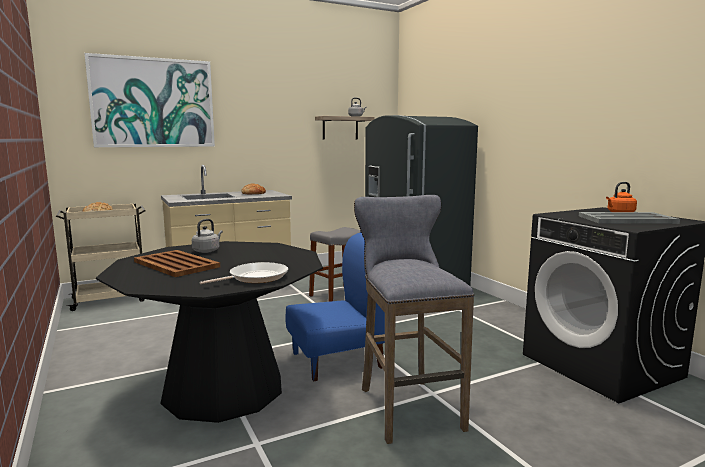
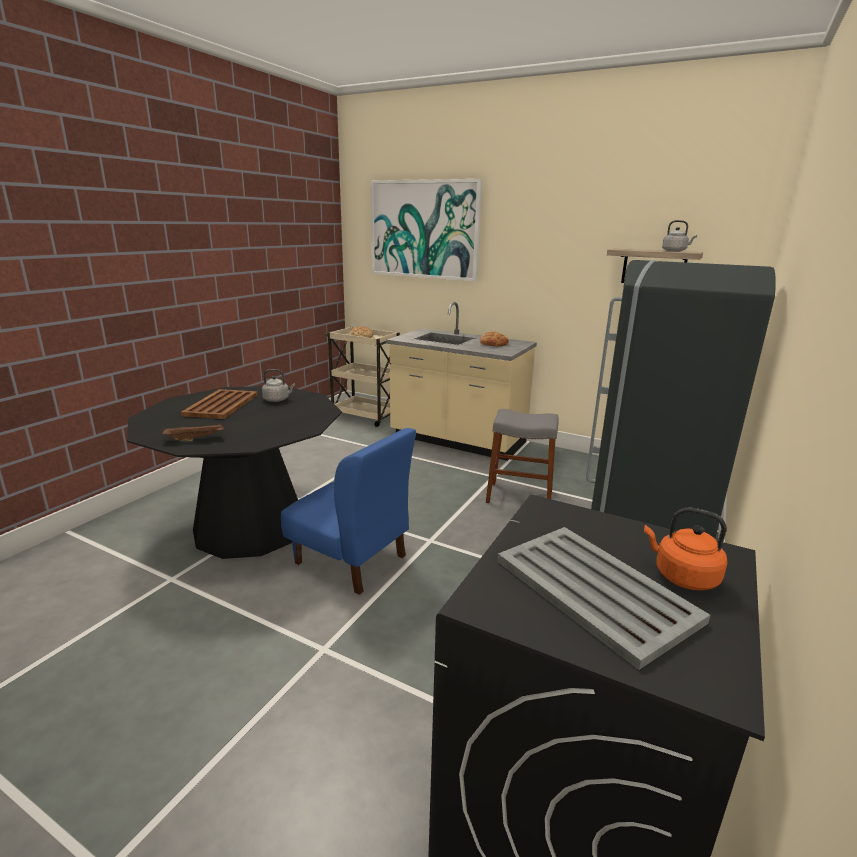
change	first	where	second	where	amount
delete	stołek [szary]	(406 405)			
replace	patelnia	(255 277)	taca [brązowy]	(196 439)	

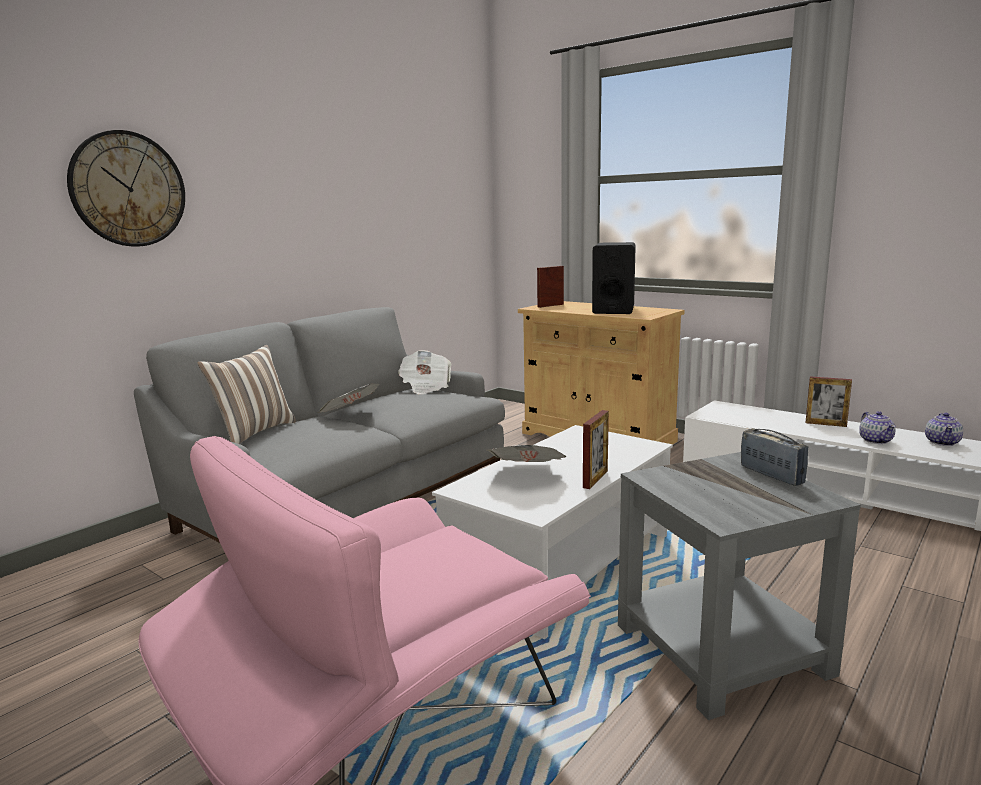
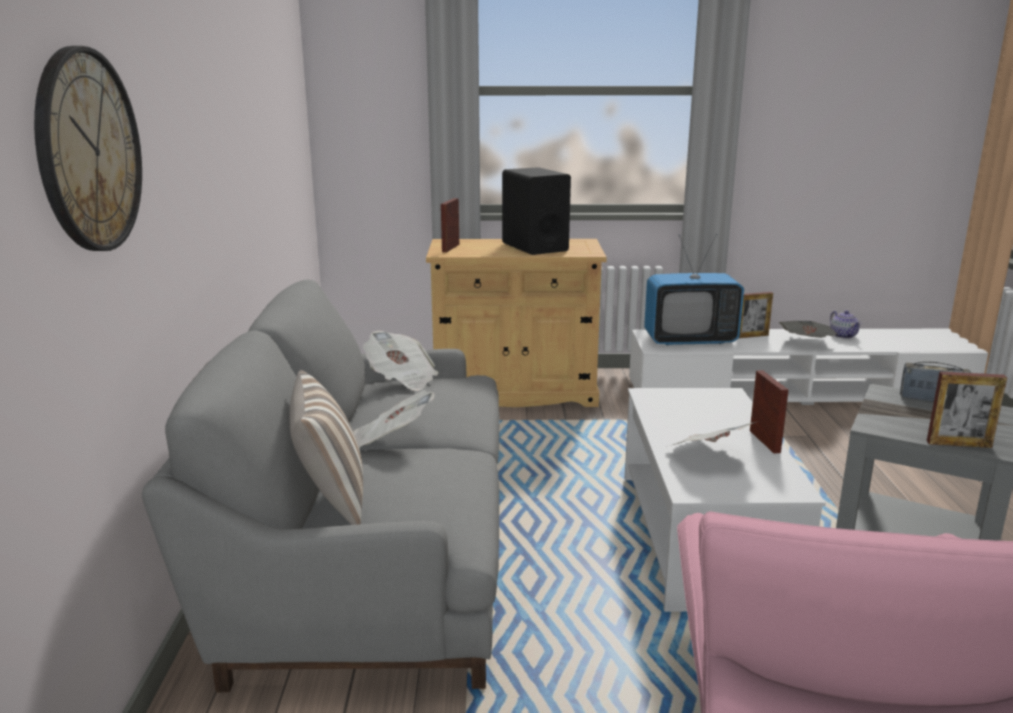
change	first	where	second	where	amount
replace	imbryk	(875 440)	gazeta	(806 344)	
insert			telewizor	(690 340)	
insert			ramka na zdjęcie	(959 444)	

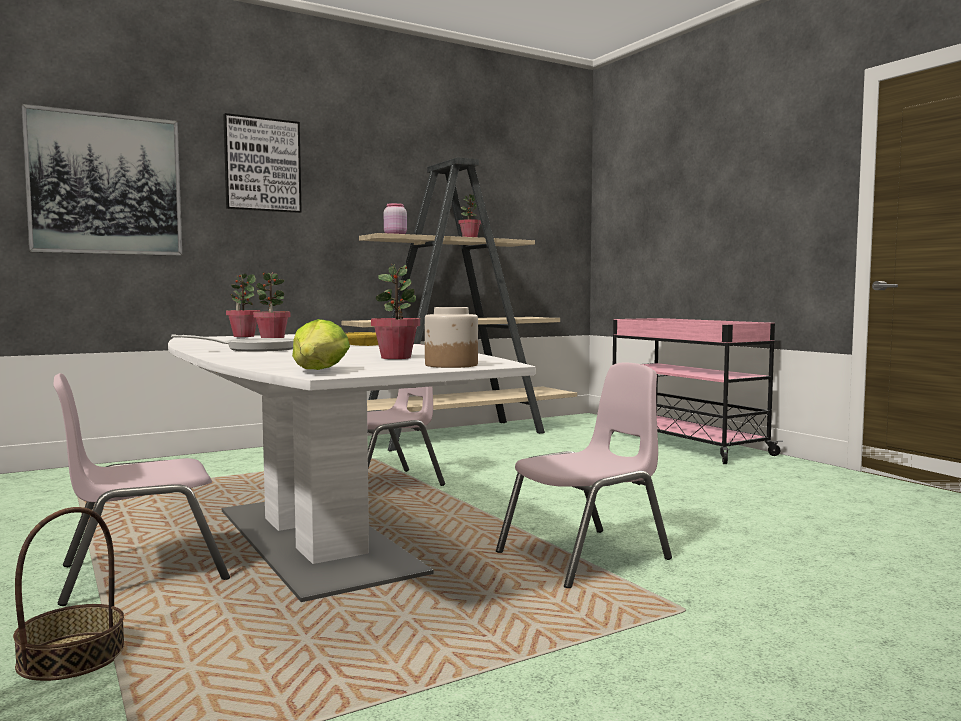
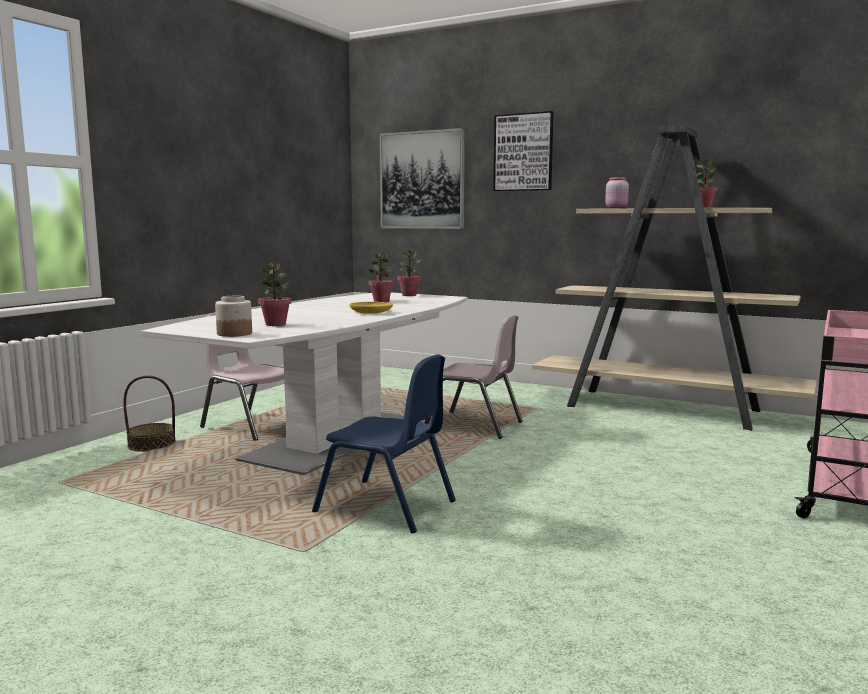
change	first	where	second	where	amount
delete	sałata	(319 371)			
delete	patelnia	(254 349)			
recolor	krzesło [różowy]	(585 557)	krzesło [niebieski]	(386 507)	

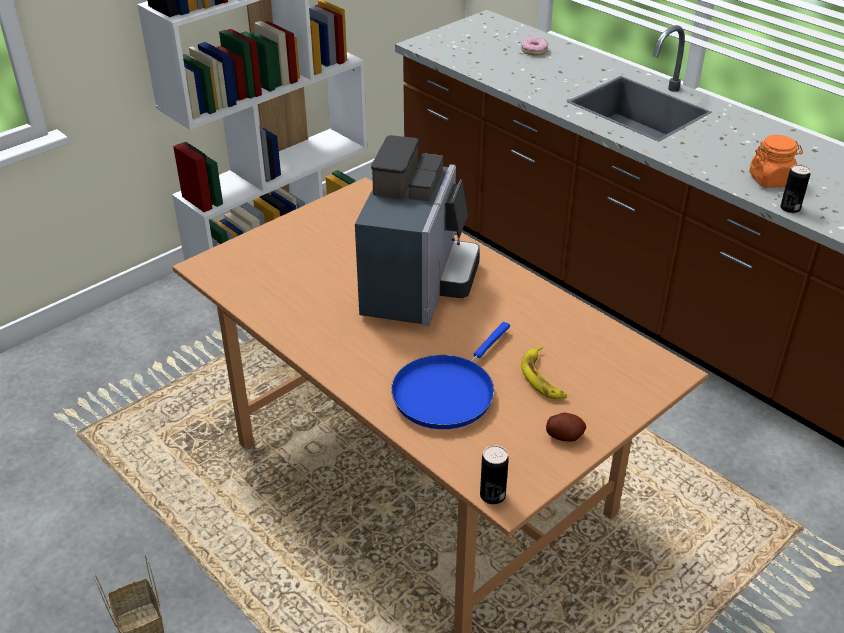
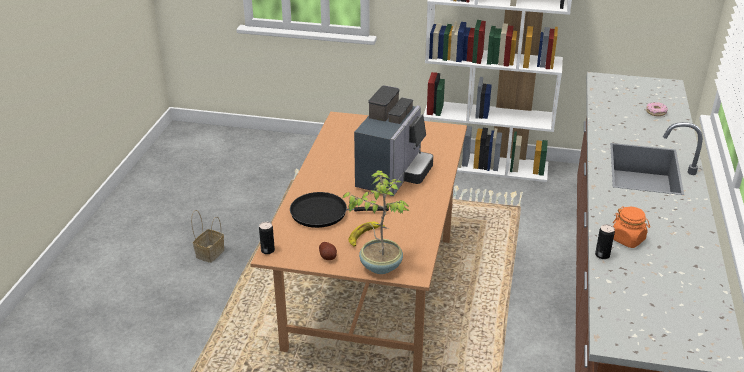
change	first	where	second	where	amount
rotate	ekspres do kawy	(417 286)		(393 175)	45 degrees counterclockwise
recolor	patelnia [niebieski]	(447 392)	patelnia [czarny]	(323 213)	
insert			roślina doniczkowa	(380 265)	

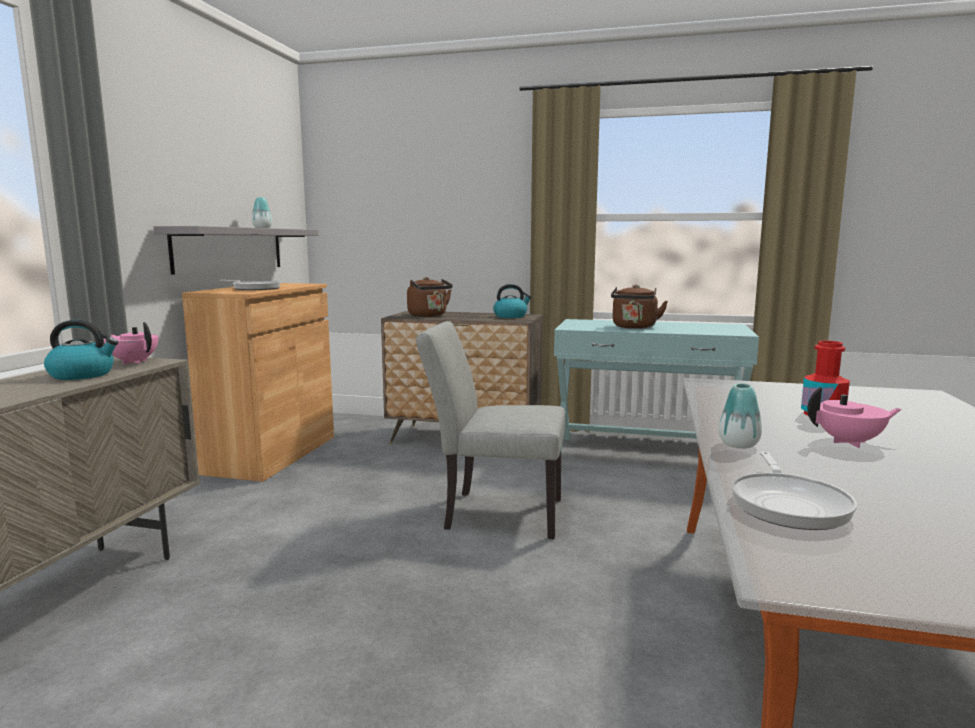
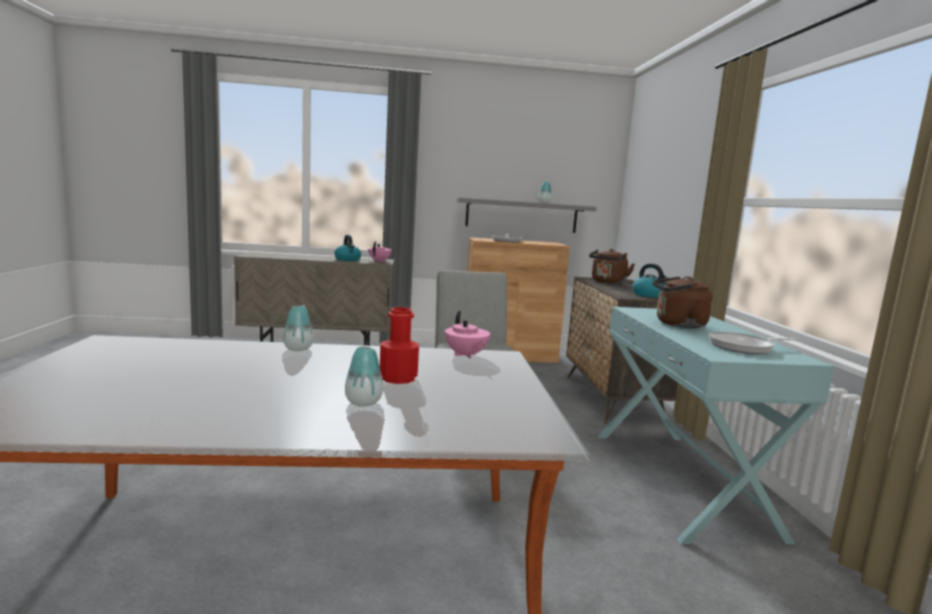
change	first	where	second	where	amount
move	imbryk [różowy]	(850 442)		(465 355)	
move	patelnia	(788 504)		(744 347)	
insert			wazon	(363 402)	

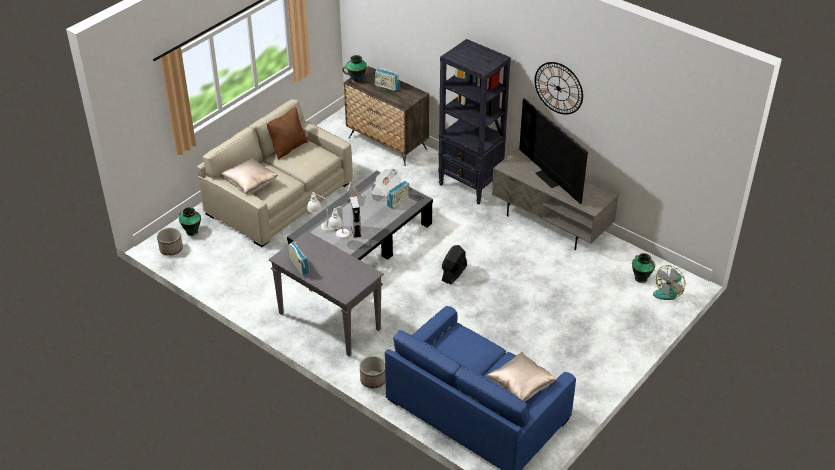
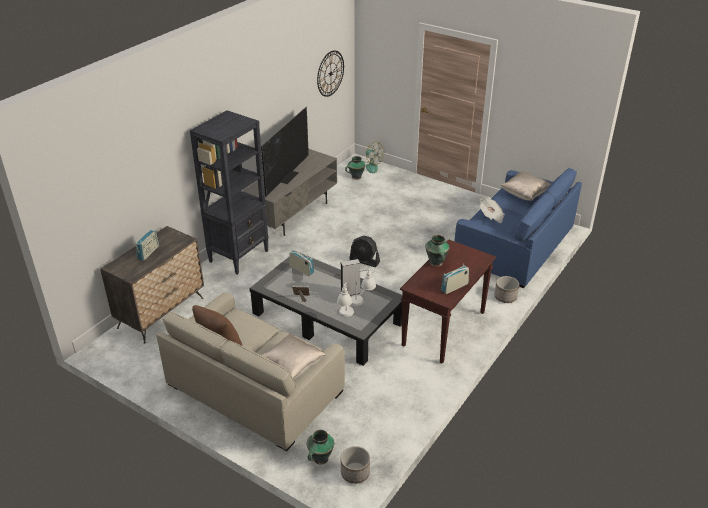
change	first	where	second	where	amount
move	wazon	(356 80)		(436 263)	
move	zegar ścienny	(558 88)		(330 73)	
rotate	telewizor	(549 177)		(287 176)	150 degrees clockwise
move	gazeta	(385 189)		(491 216)	
recolor	stolik konsolowy [szary]	(328 321)	stolik konsolowy [brązowy]	(444 329)	

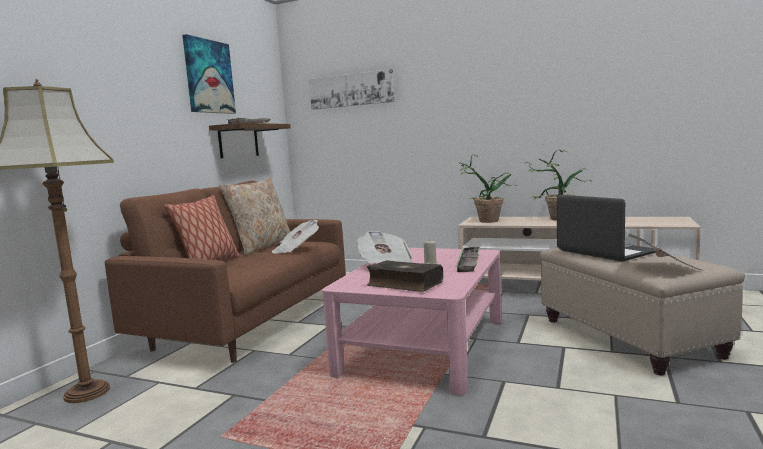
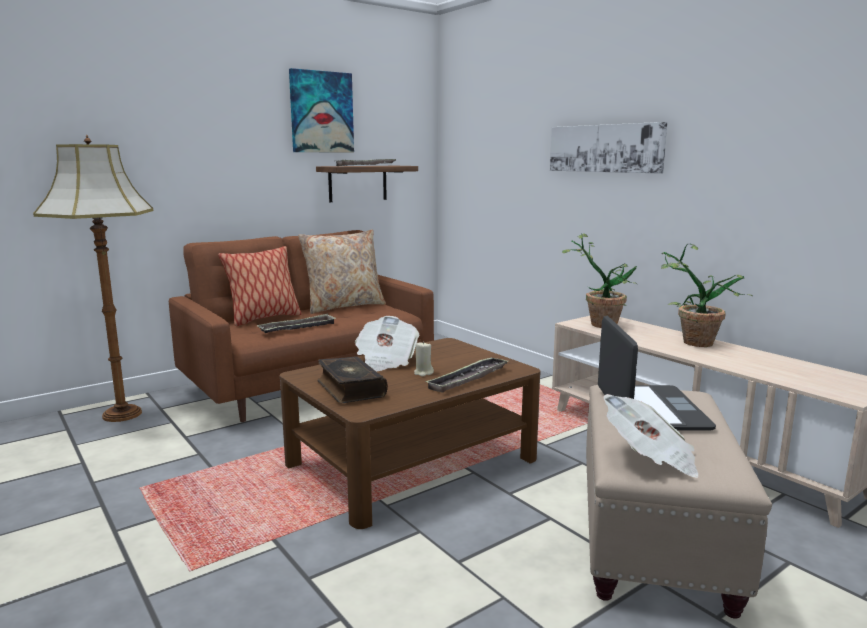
change	first	where	second	where	amount
move	obraz	(351 90)		(605 148)	
delete	gazeta	(296 250)			
recolor	ława [różowy]	(424 345)	ława [brązowy]	(412 461)	
insert			taca	(298 328)	

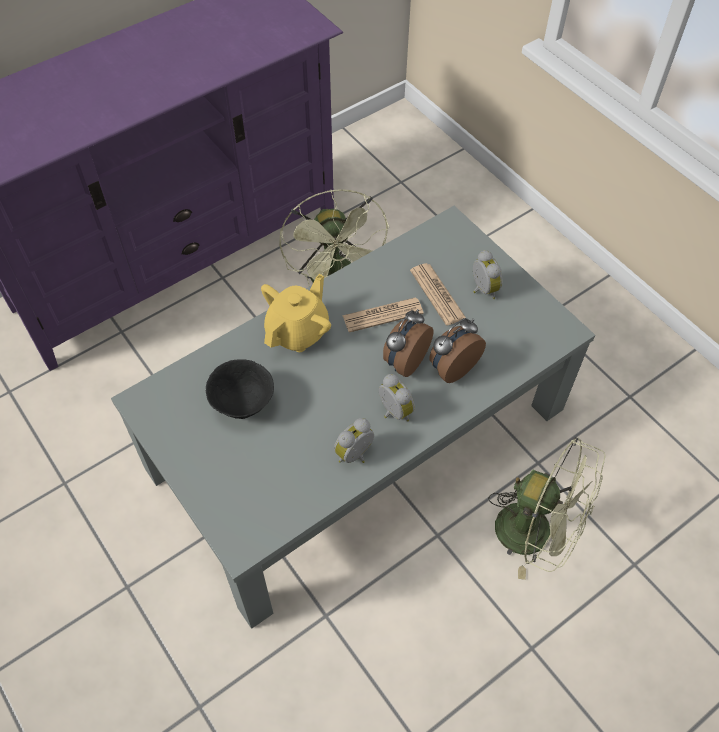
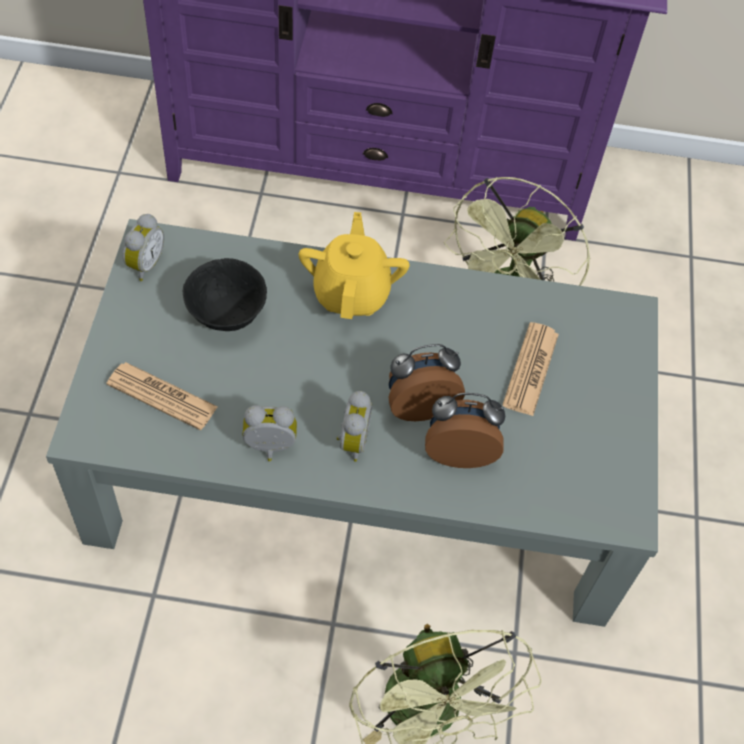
change	first	where	second	where	amount
move	budzik	(482 290)		(144 264)	
rotate	imbryk [żółty]	(298 331)		(351 293)	75 degrees counterclockwise
move	gazeta	(382 315)		(162 396)	

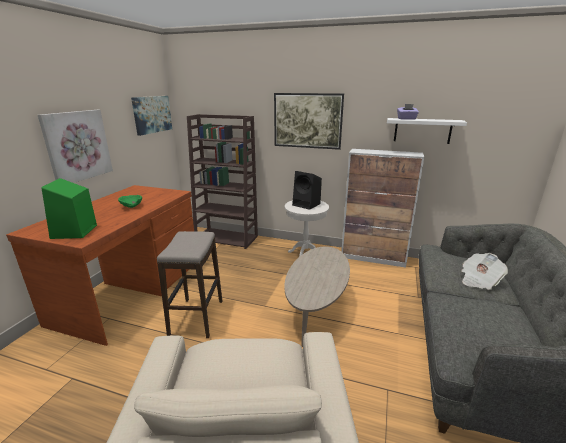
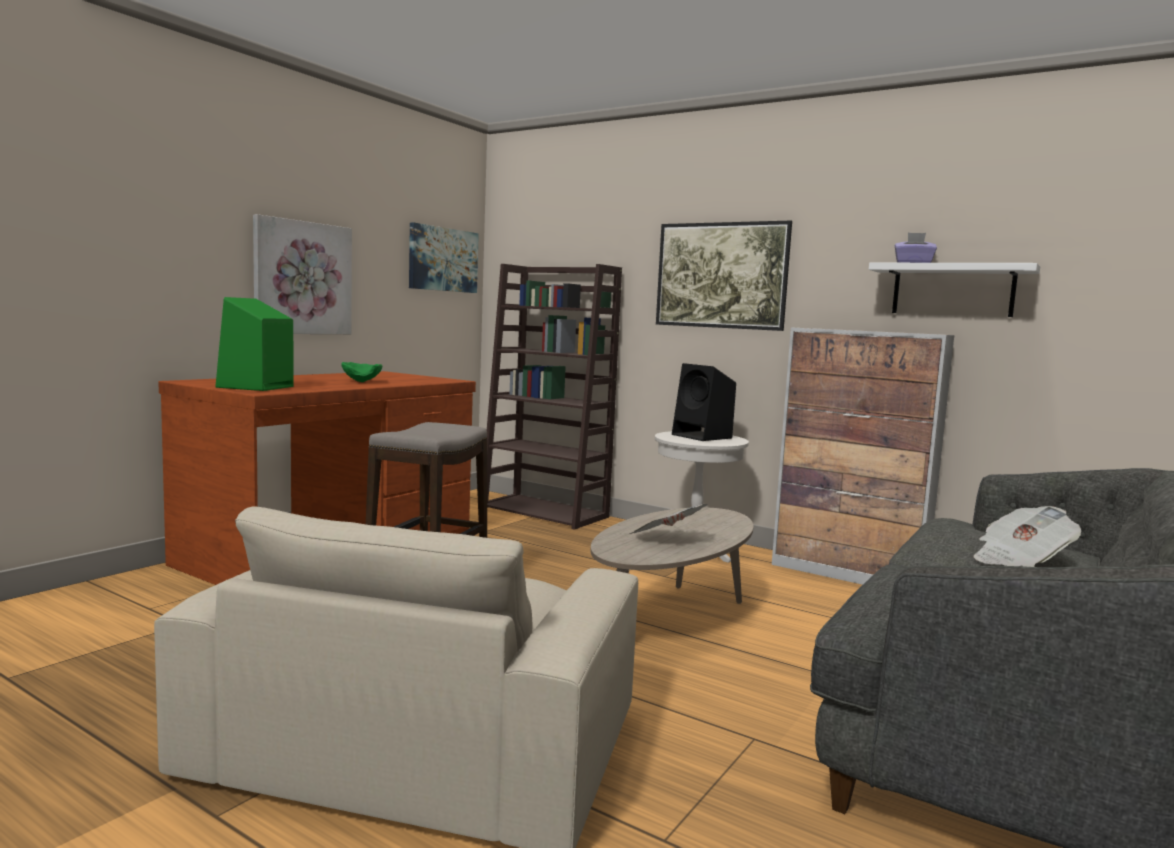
change	first	where	second	where	amount
insert			gazeta	(666 539)	

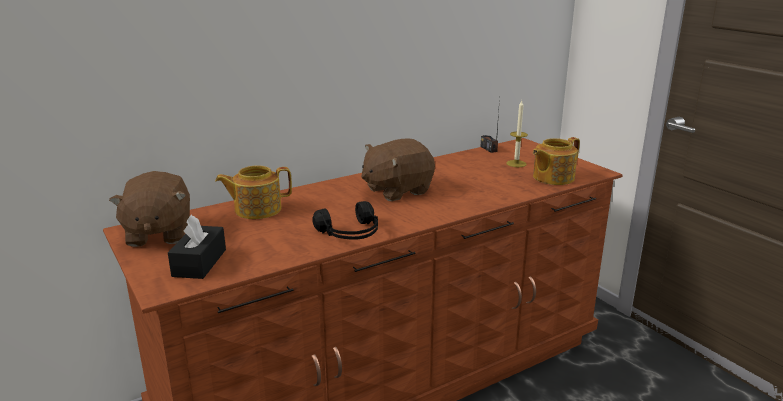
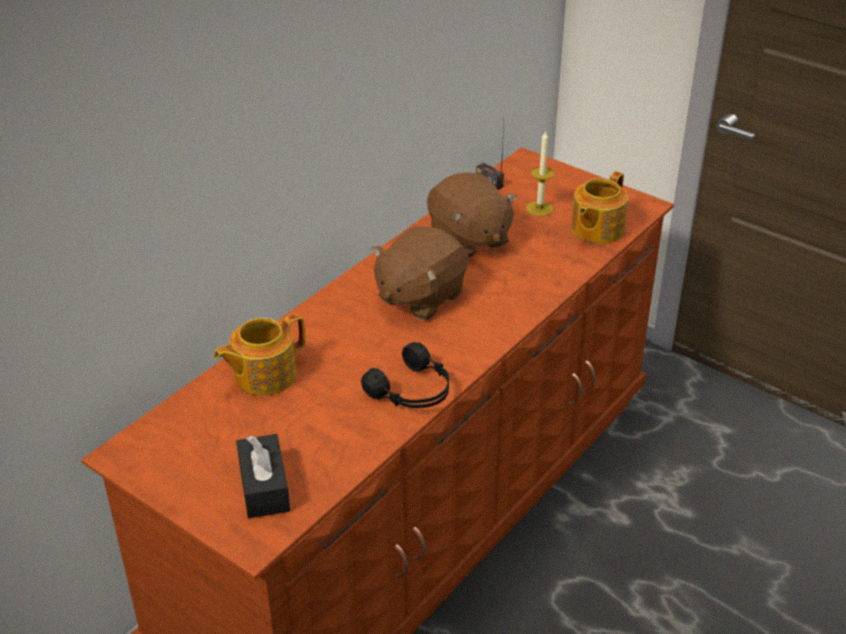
change	first	where	second	where	amount
move	pluszak [brązowy]	(158 234)		(468 240)	

